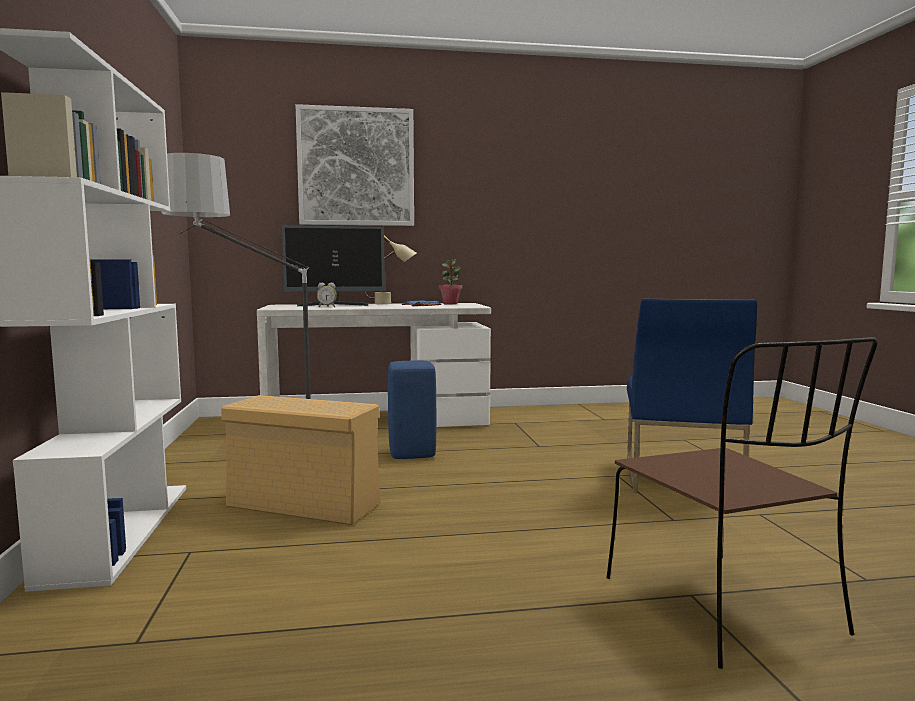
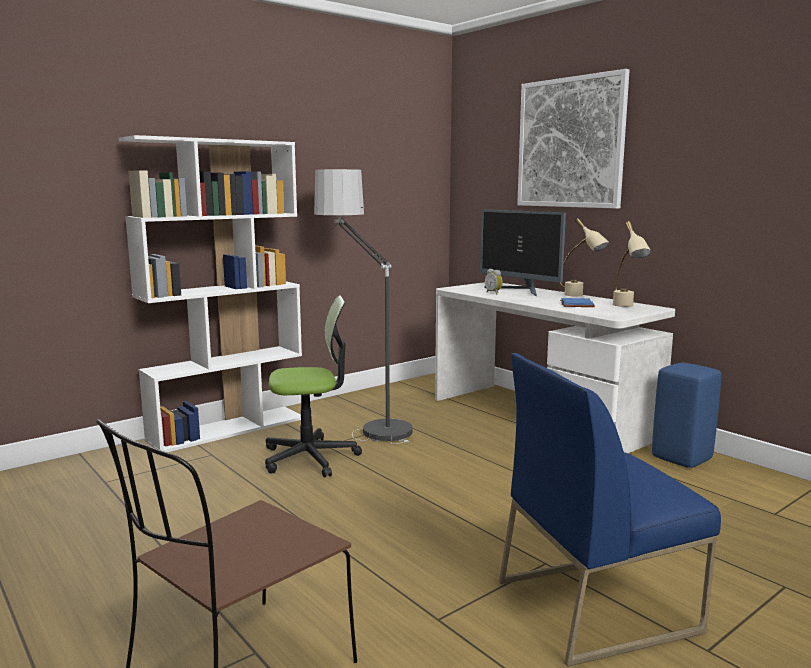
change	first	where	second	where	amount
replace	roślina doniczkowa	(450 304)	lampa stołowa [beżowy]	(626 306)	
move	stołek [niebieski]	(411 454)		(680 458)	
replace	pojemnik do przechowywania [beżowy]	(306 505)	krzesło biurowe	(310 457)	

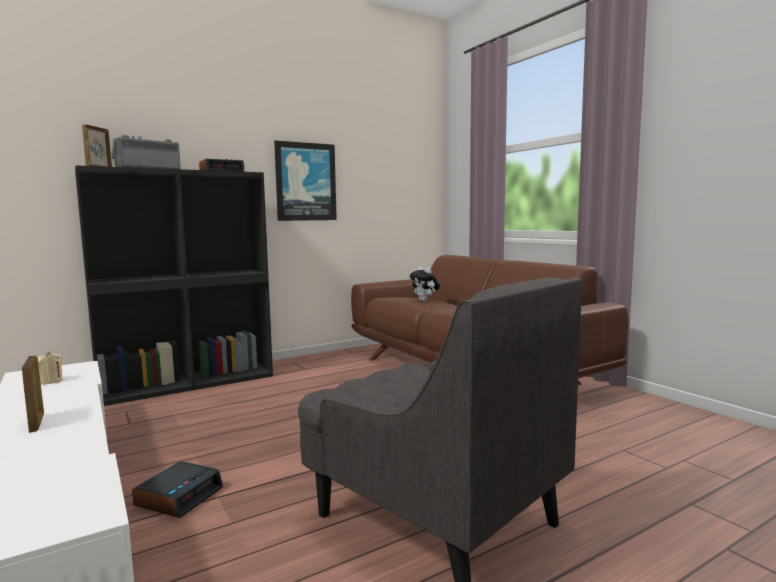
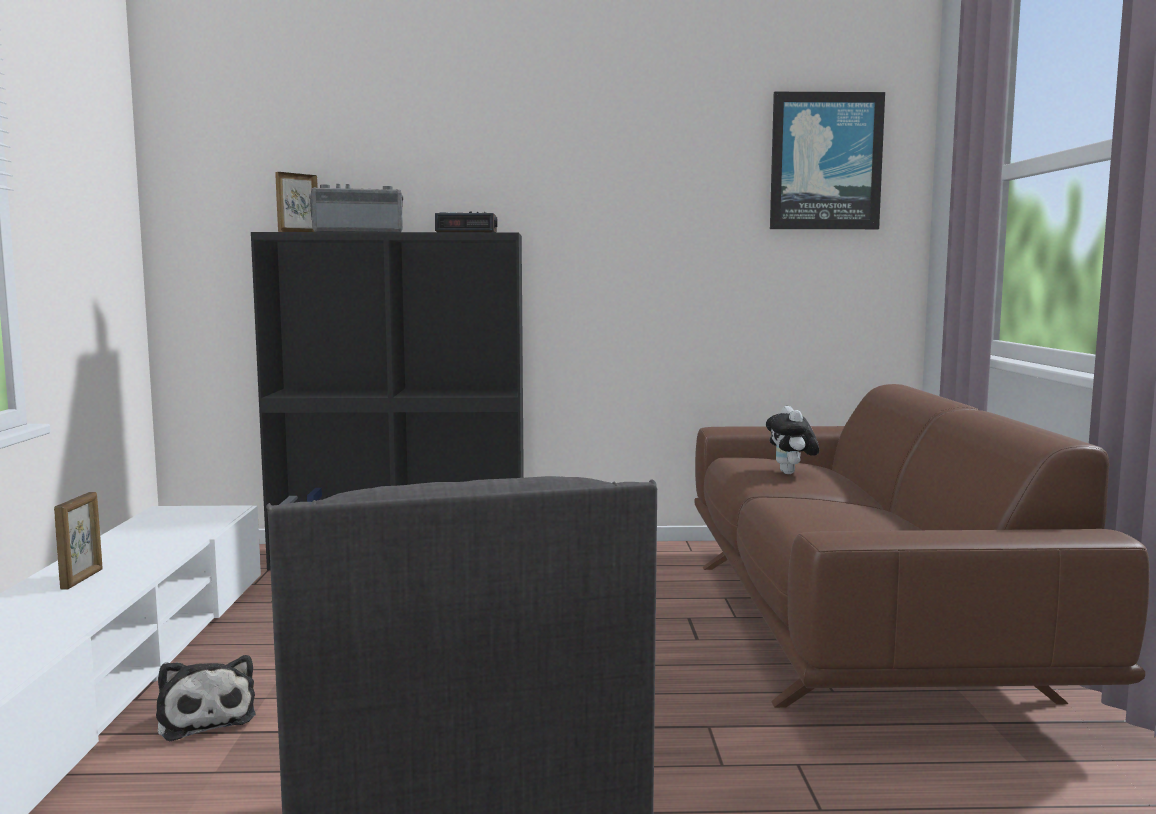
change	first	where	second	where	amount
move	obraz	(305 182)		(825 161)	
delete	świeca [beżowy]	(50 381)			
replace	budzik	(179 496)	pluszak	(205 717)	

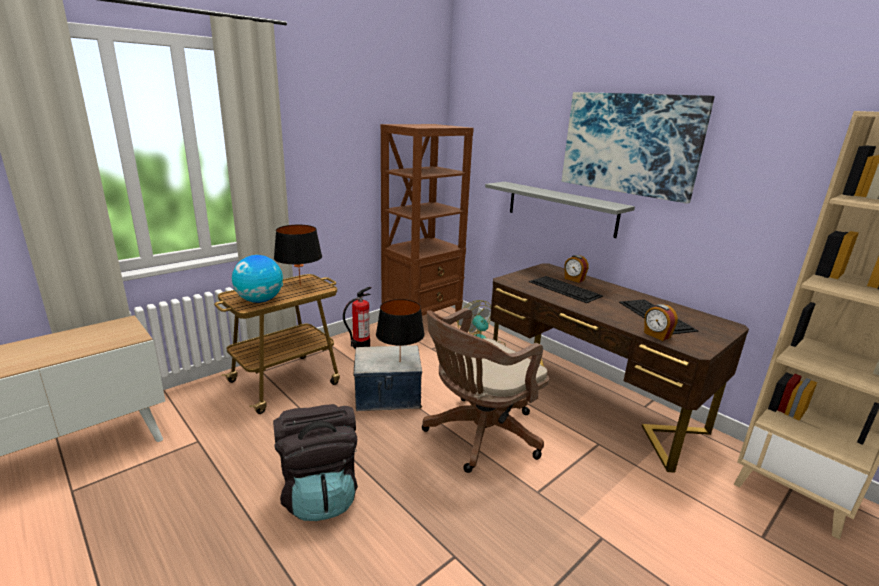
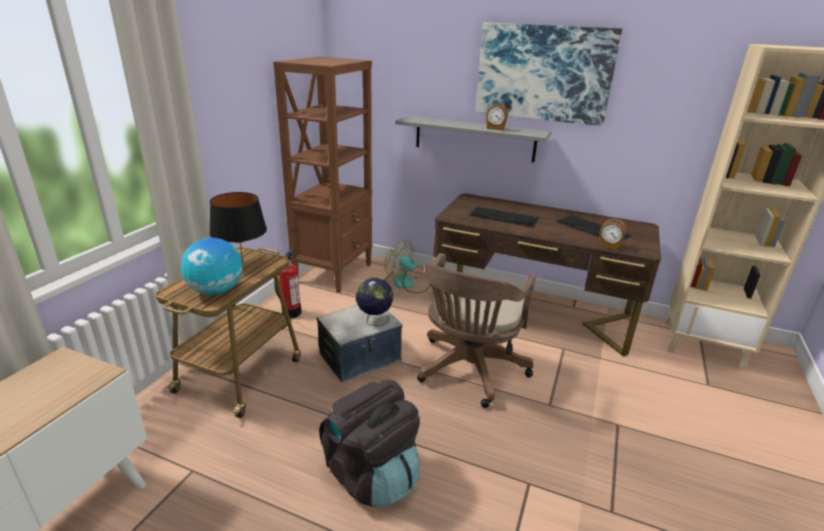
change	first	where	second	where	amount
move	budzik	(574 279)		(495 128)	
replace	lampa stołowa [czarny]	(399 362)	globus	(374 321)	

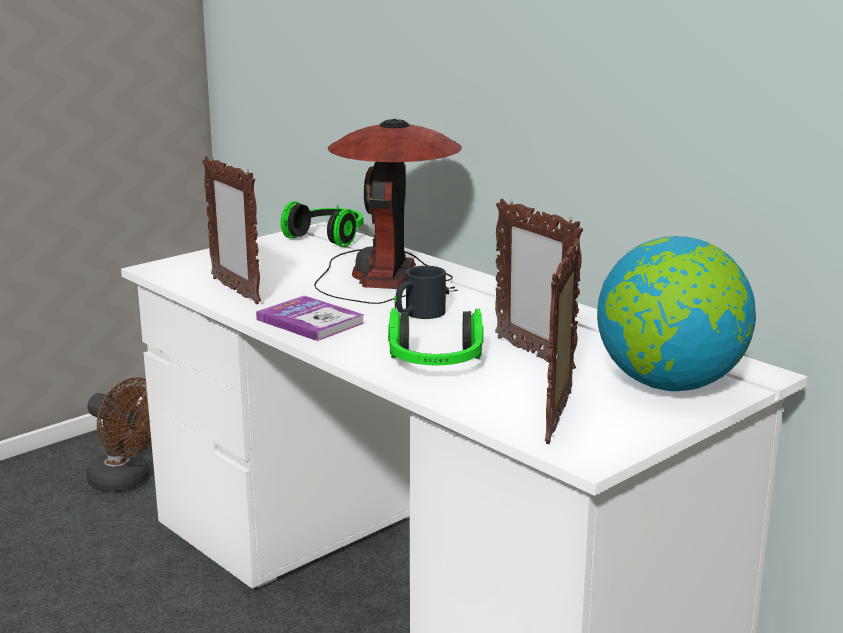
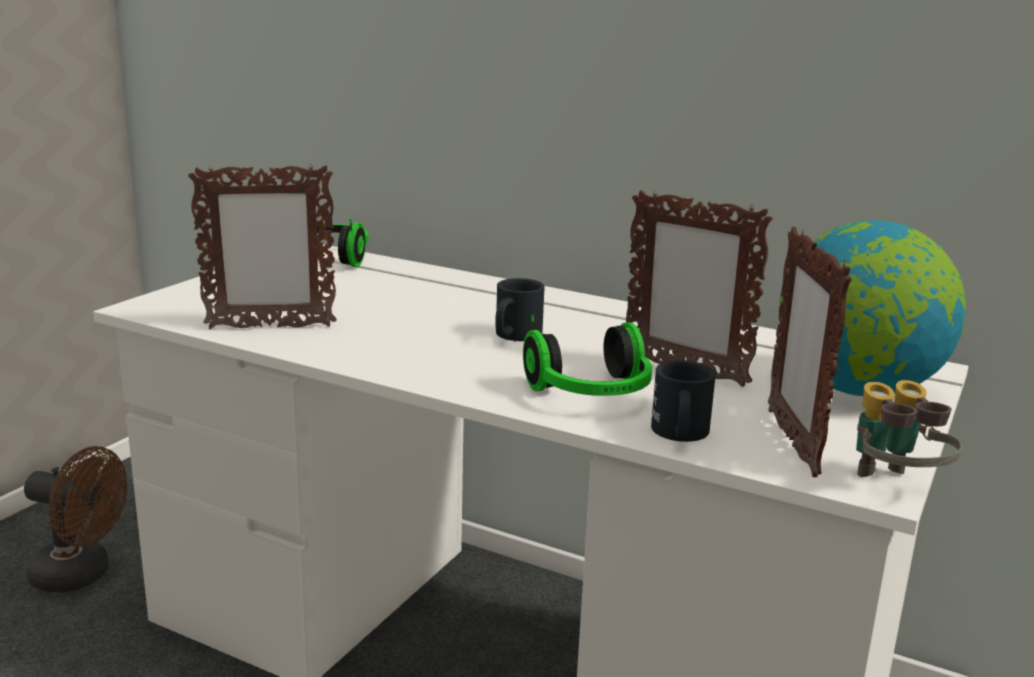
change	first	where	second	where	amount
delete	lampa stołowa	(386 275)			
rotate	ramka na zdjęcie	(235 291)		(269 327)	45 degrees counterclockwise
delete	książka	(310 321)			
insert			kubek [czarny]	(680 435)	
insert			lornetka	(894 486)	

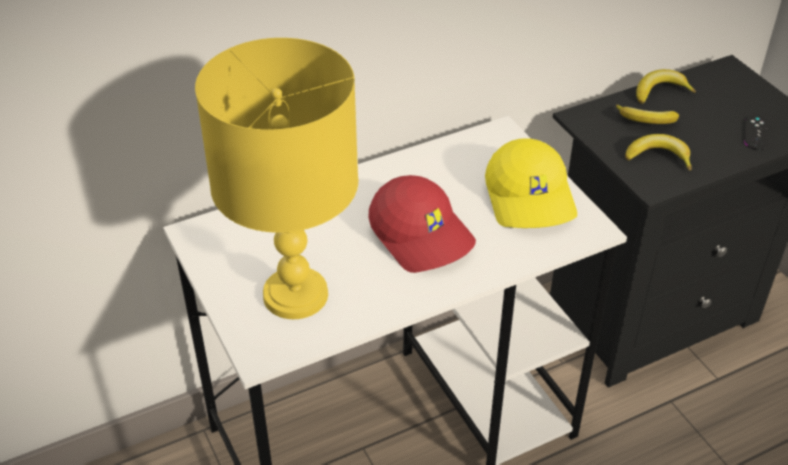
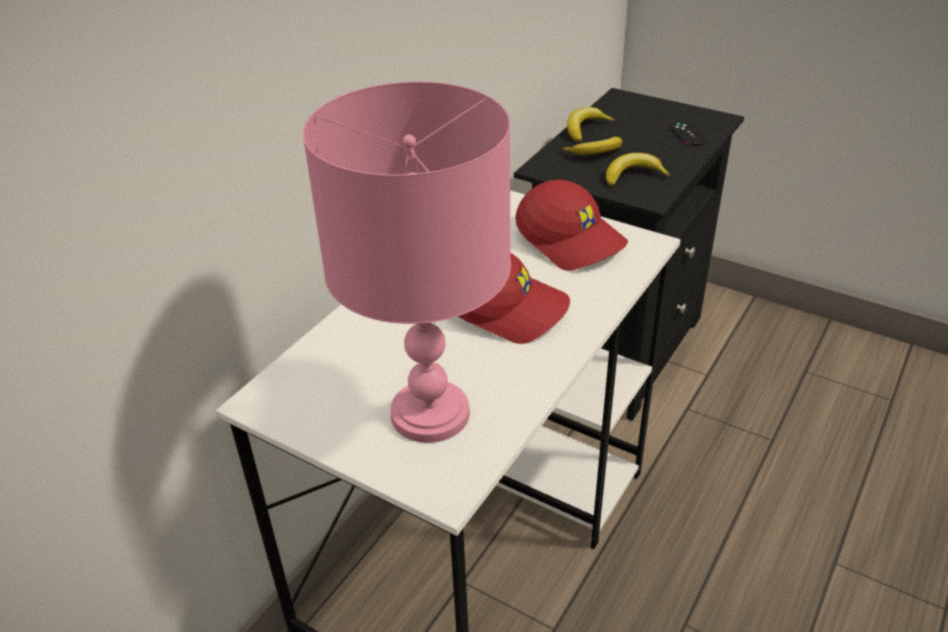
change	first	where	second	where	amount
recolor	lampa stołowa [żółty]	(294 294)	lampa stołowa [różowy]	(428 414)	
recolor	czapka z daszkiem [żółty]	(531 198)	czapka z daszkiem [czerwony]	(572 239)	

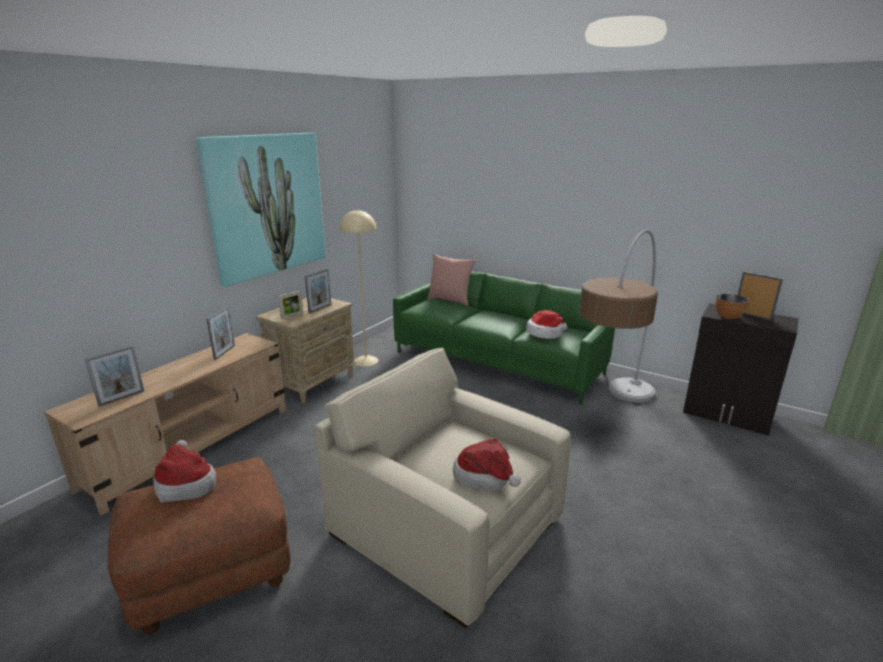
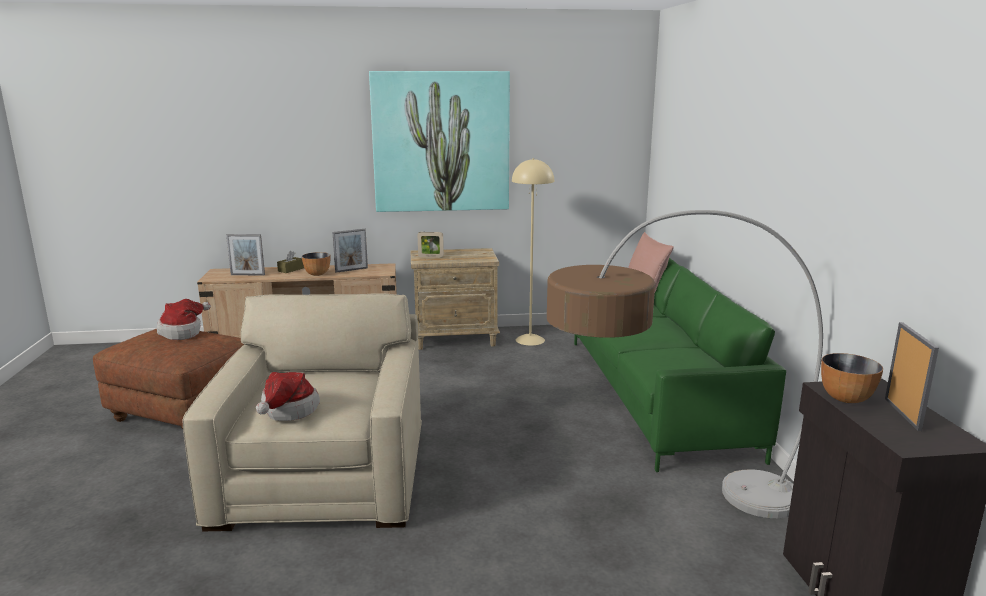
change	first	where	second	where	amount
delete	ramka na zdjęcie	(320 308)			
delete	kapelusz	(545 333)			
insert			pudełko chusteczek [brązowy]	(291 269)	
insert			miska	(317 274)	

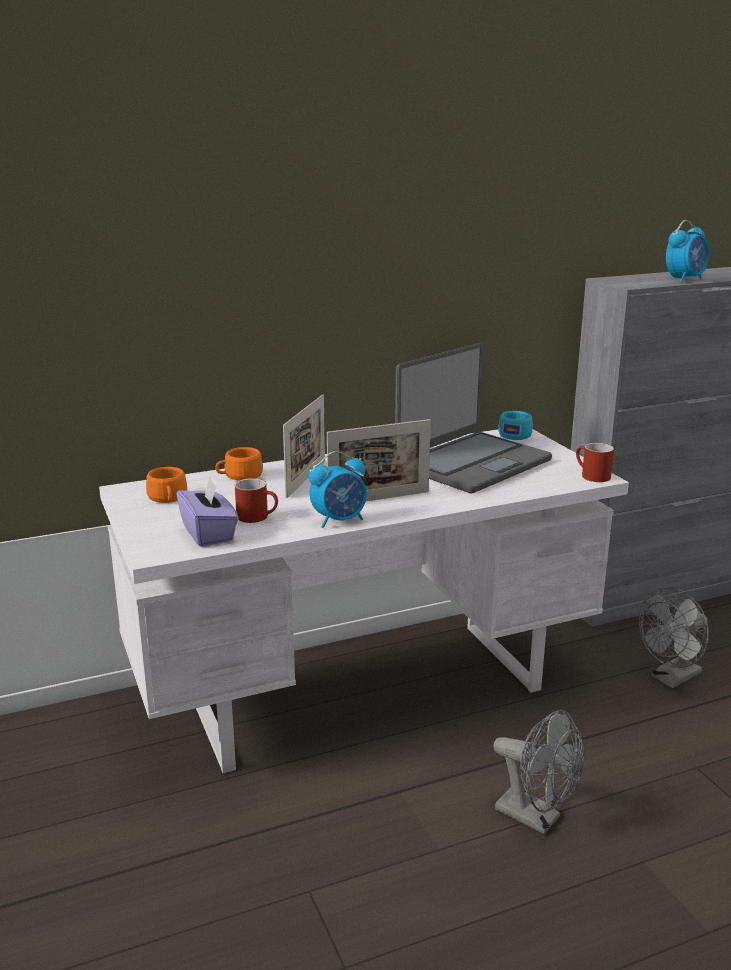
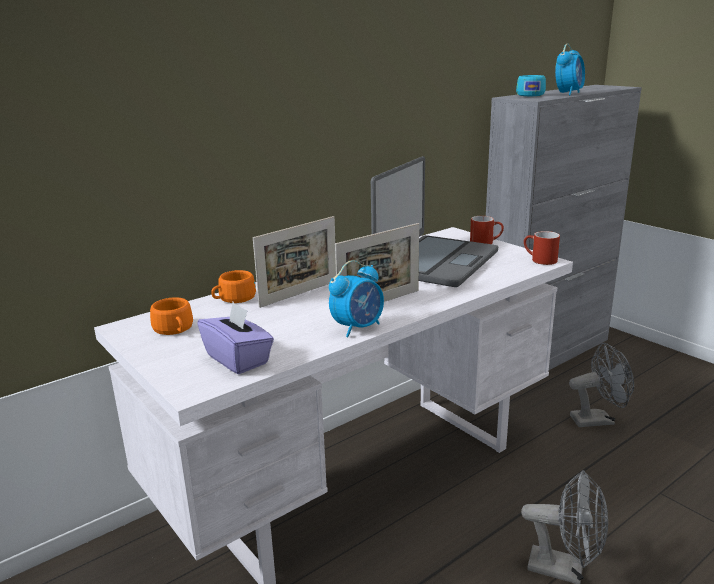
change	first	where	second	where	amount
rotate	ramka na zdjęcie	(306 479)		(299 293)	45 degrees clockwise
move	filiżanka [turkusowy]	(516 434)		(530 95)	
move	kubek [czerwony]	(258 517)		(486 242)	
rotate	wentylator [szary]	(671 678)		(598 419)	135 degrees counterclockwise

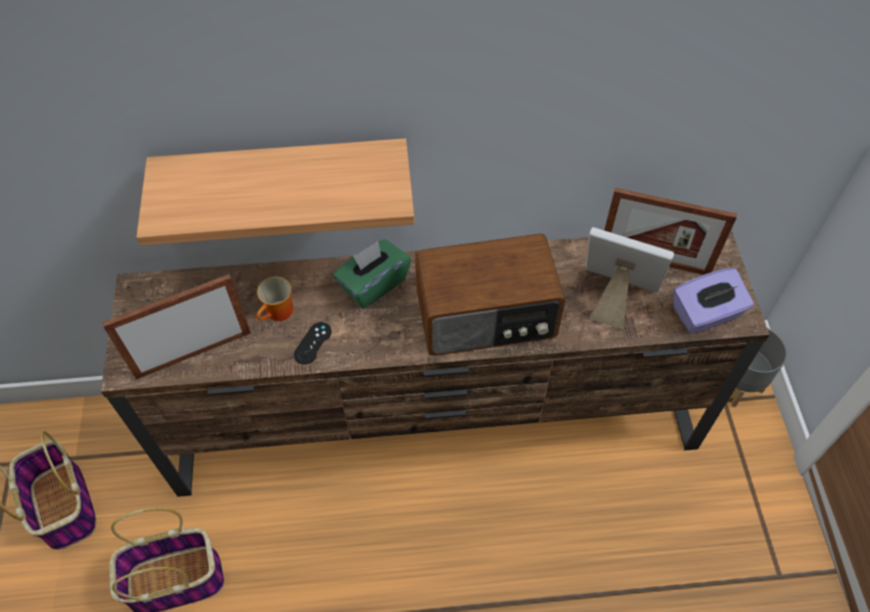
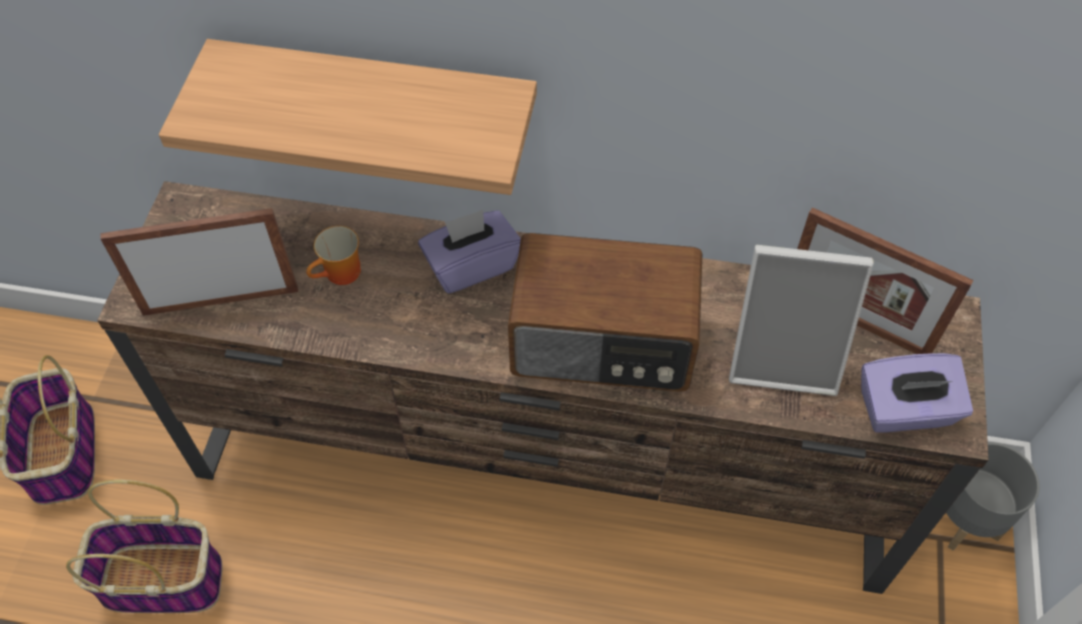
change	first	where	second	where	amount
rotate	ramka na zdjęcie	(614 297)		(784 357)	150 degrees clockwise
recolor	pudełko chusteczek [zielony]	(373 284)	pudełko chusteczek [fioletowy]	(471 265)	
delete	pad do gier [czarny]	(312 343)			

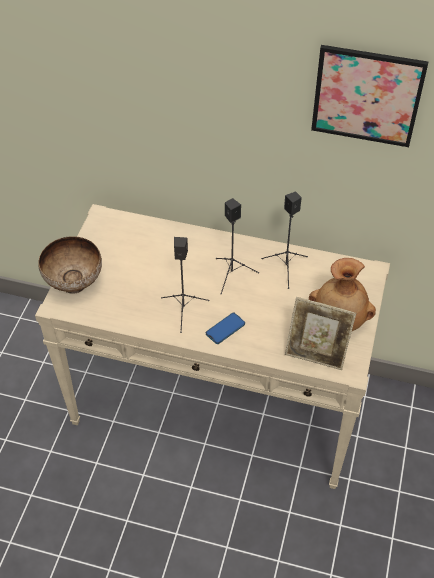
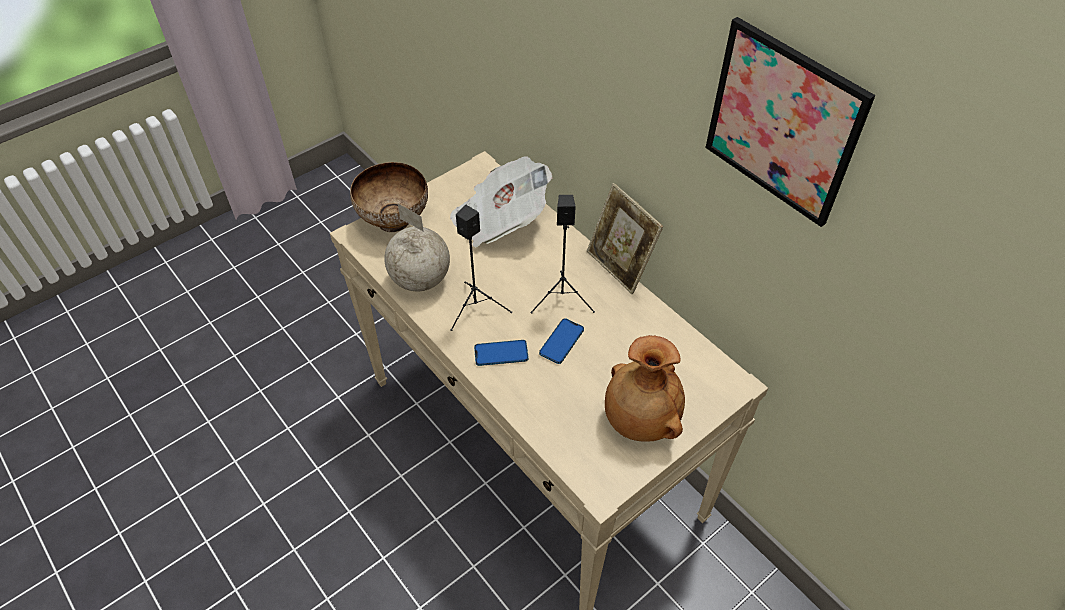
change	first	where	second	where	amount
delete	głośnik [czarny]	(286 268)			
move	ramka na zdjęcie	(316 353)		(619 267)	
insert			gazeta	(500 220)	
insert			globus	(420 279)	
insert			telefon	(561 342)	

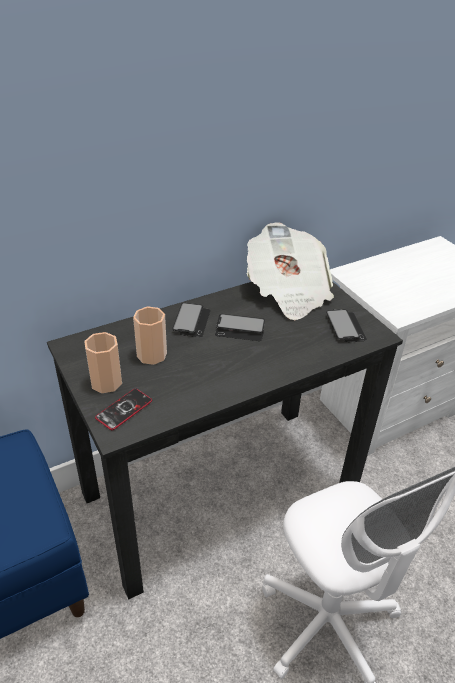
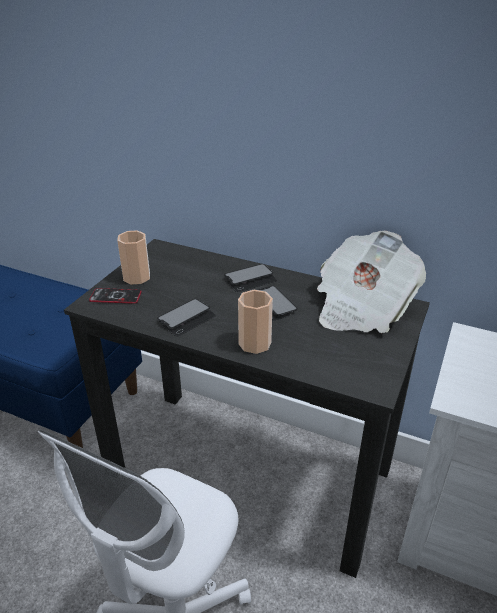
change	first	where	second	where	amount
move	filiżanka	(152 355)		(254 343)	
move	telefon	(345 327)		(186 318)	

